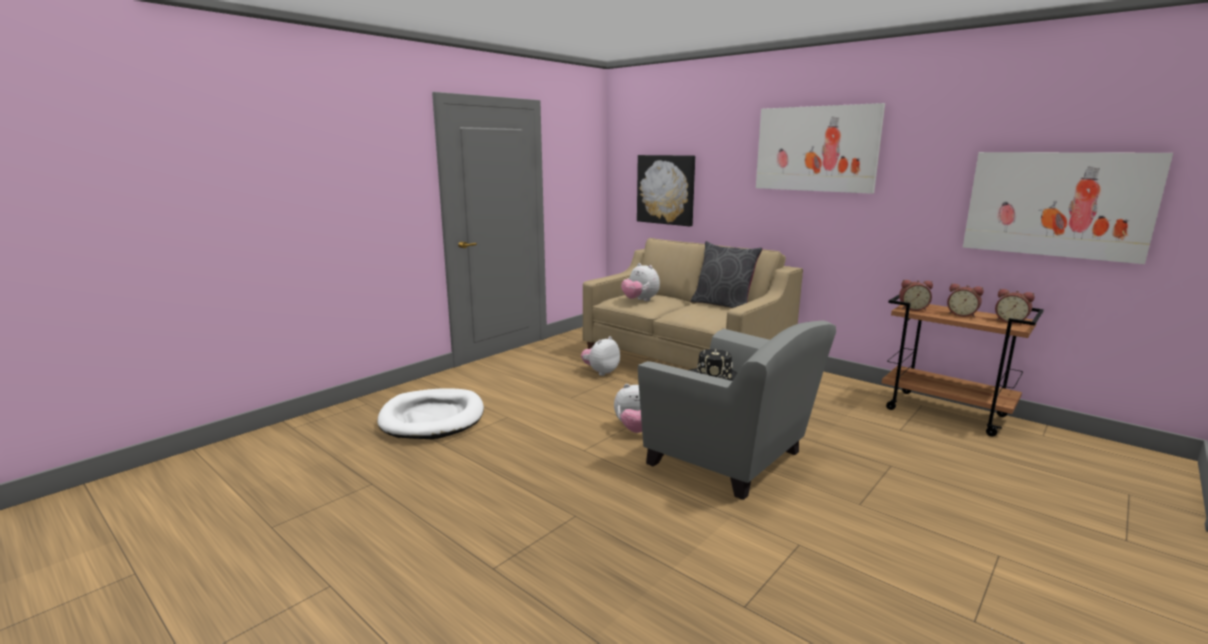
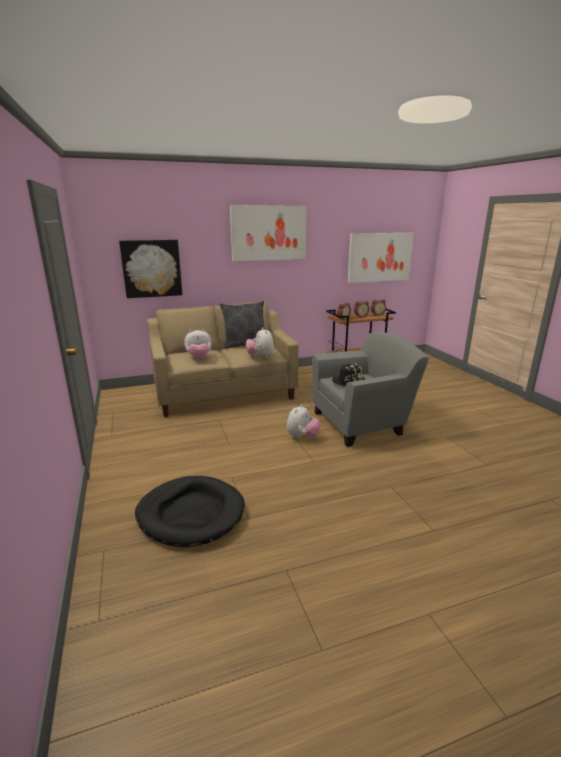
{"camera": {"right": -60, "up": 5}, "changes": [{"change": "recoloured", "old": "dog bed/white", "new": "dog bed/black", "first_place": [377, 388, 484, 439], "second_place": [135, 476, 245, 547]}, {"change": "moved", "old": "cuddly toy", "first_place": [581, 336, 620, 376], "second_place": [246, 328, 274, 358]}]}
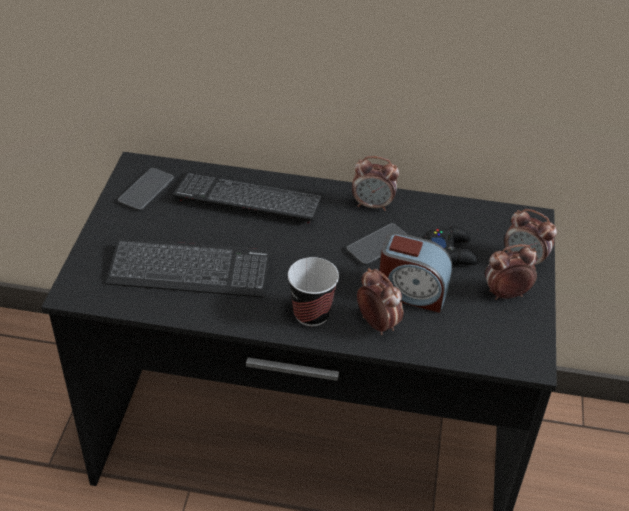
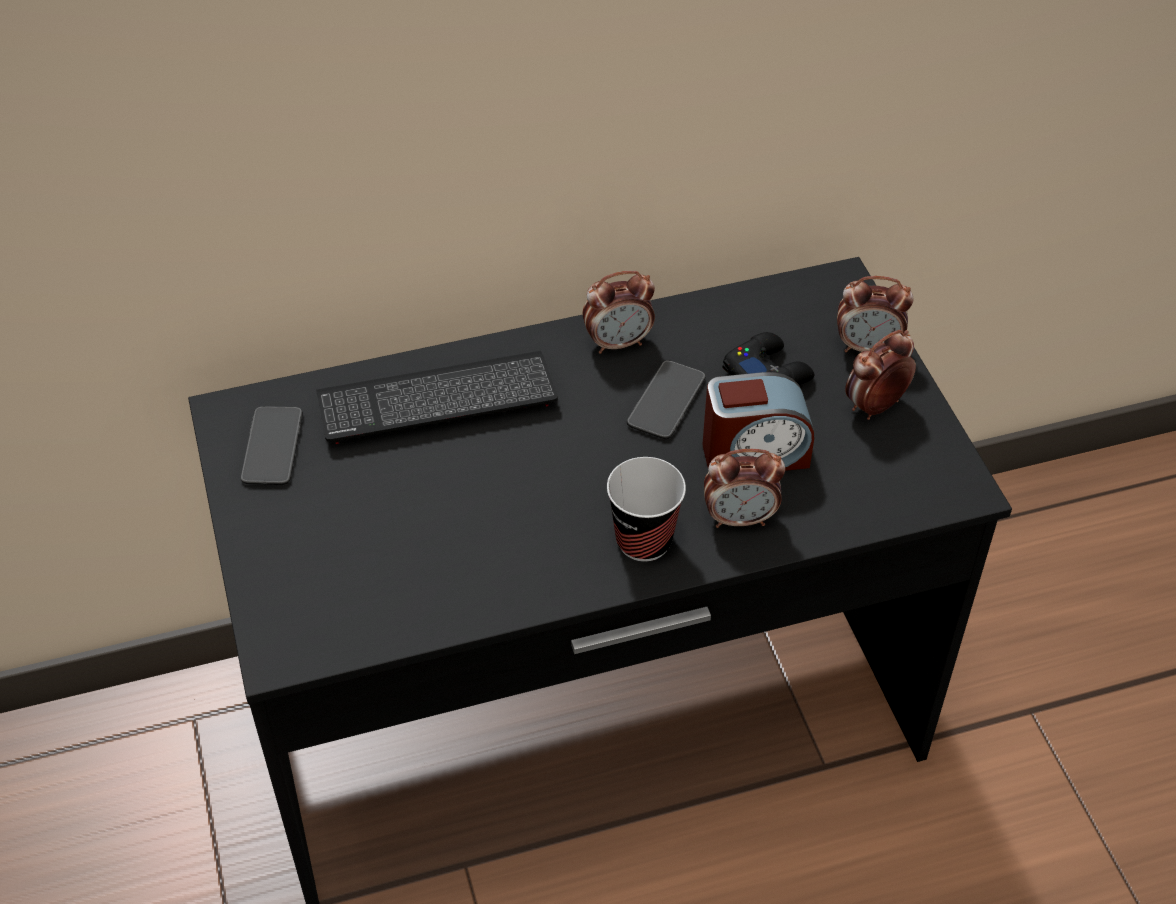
{"camera": {"right": -25, "up": 5}, "changes": [{"change": "turned", "old": "table clock", "first_place": [357, 268, 404, 335], "second_place": [704, 449, 785, 528], "degrees": 150}, {"change": "removed", "old": "keyboard", "first_place": [106, 238, 270, 298]}]}
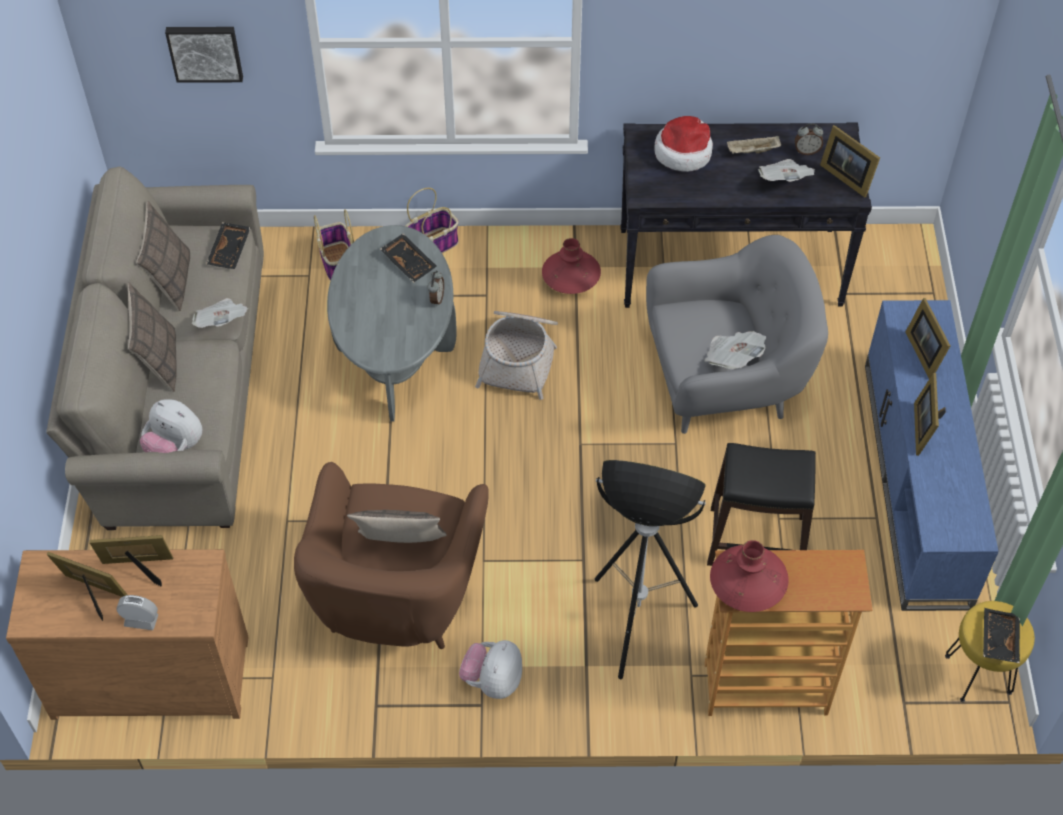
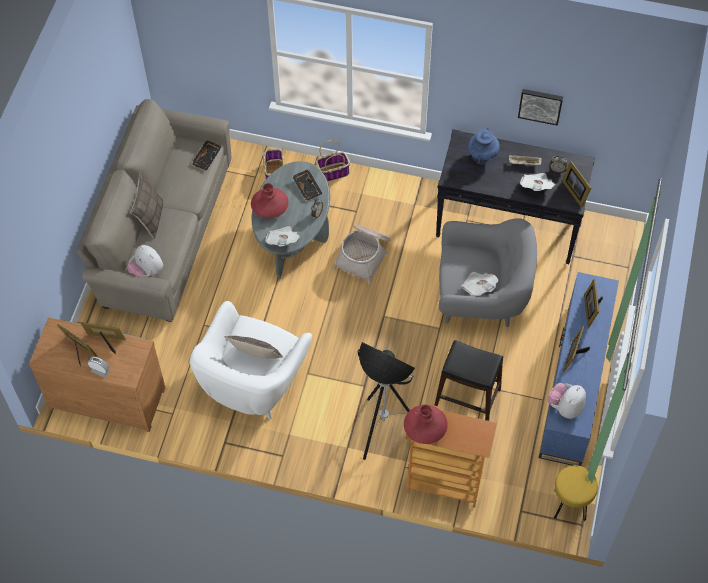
{"camera": {"right": 15, "up": 5}, "changes": [{"change": "recoloured", "old": "easy chair/brown", "new": "easy chair/white", "first_place": [294, 462, 489, 649], "second_place": [190, 301, 312, 419]}, {"change": "moved", "old": "decorative vase/red-coloured", "first_place": [542, 238, 601, 294], "second_place": [251, 183, 289, 218]}, {"change": "moved", "old": "printed paper", "first_place": [192, 298, 248, 328], "second_place": [265, 226, 300, 247]}, {"change": "replaced", "old": "wearable hat", "new": "decorative vase/blue-coloured", "first_place": [654, 116, 713, 172], "second_place": [468, 128, 500, 164]}, {"change": "moved", "old": "wall art", "first_place": [165, 27, 243, 83], "second_place": [518, 89, 563, 126]}, {"change": "moved", "old": "cuddly toy", "first_place": [459, 640, 522, 699], "second_place": [547, 383, 586, 419]}, {"change": "removed", "old": "cushion", "first_place": [136, 201, 190, 311]}, {"change": "removed", "old": "serving tray/black", "first_place": [983, 608, 1020, 663]}]}
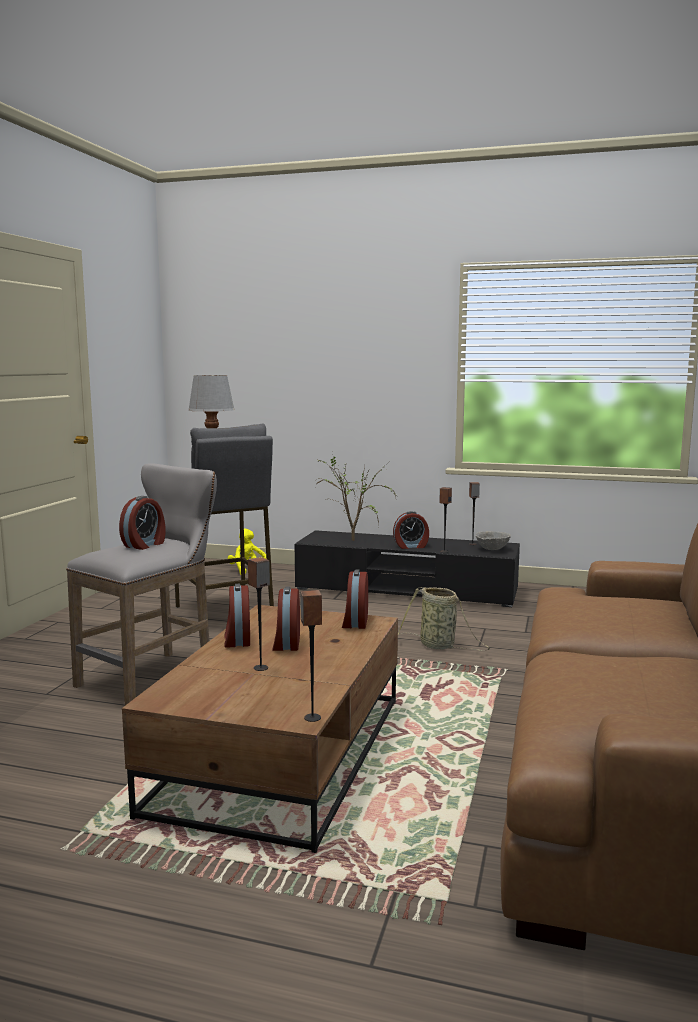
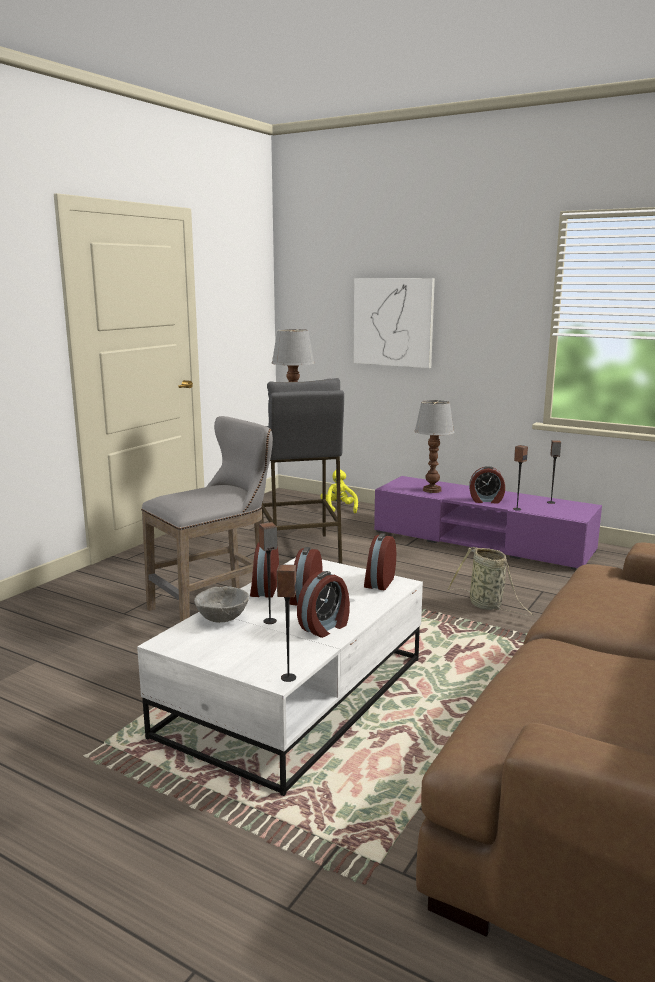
{"camera": {"right": 15, "up": 5}, "changes": [{"change": "recoloured", "old": "low table/brown", "new": "low table/white", "first_place": [122, 605, 398, 853], "second_place": [137, 558, 423, 796]}, {"change": "moved", "old": "bowl/greyish", "first_place": [476, 531, 511, 550], "second_place": [194, 586, 249, 623]}, {"change": "moved", "old": "table clock", "first_place": [119, 496, 166, 550], "second_place": [297, 571, 350, 638]}, {"change": "added", "new": "wall art", "second_place": [353, 278, 435, 368]}, {"change": "recoloured", "old": "tv unit/black", "new": "tv unit/purple", "first_place": [295, 530, 520, 607], "second_place": [374, 476, 602, 570]}, {"change": "replaced", "old": "houseplant", "new": "table lamp", "first_place": [316, 457, 397, 541], "second_place": [415, 400, 454, 493]}]}
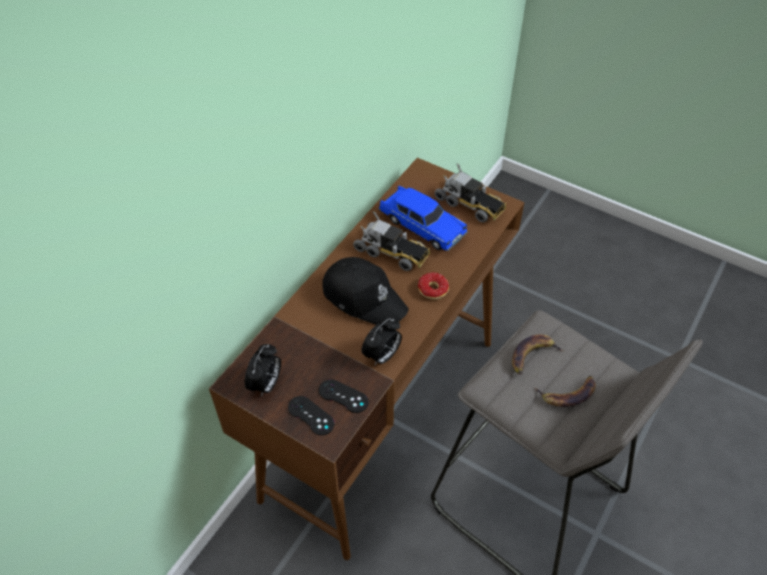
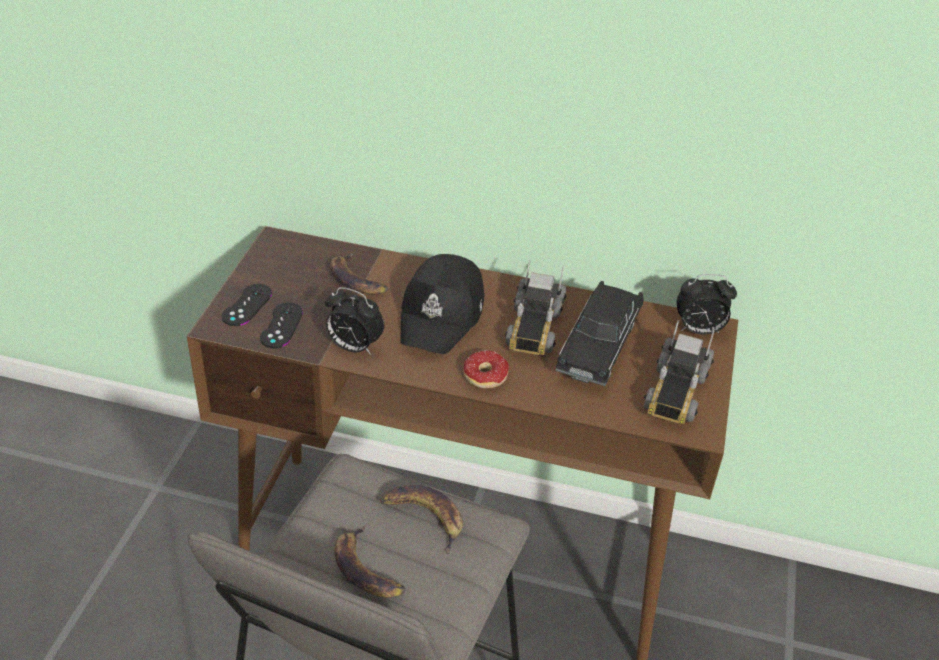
{"camera": {"right": 70, "up": -10}, "changes": [{"change": "added", "new": "banana fruit", "second_place": [330, 253, 388, 295]}, {"change": "recoloured", "old": "model car/blue-coloured", "new": "model car/black", "first_place": [378, 186, 468, 251], "second_place": [555, 281, 644, 386]}, {"change": "moved", "old": "table clock", "first_place": [245, 344, 281, 395], "second_place": [676, 274, 737, 334]}]}
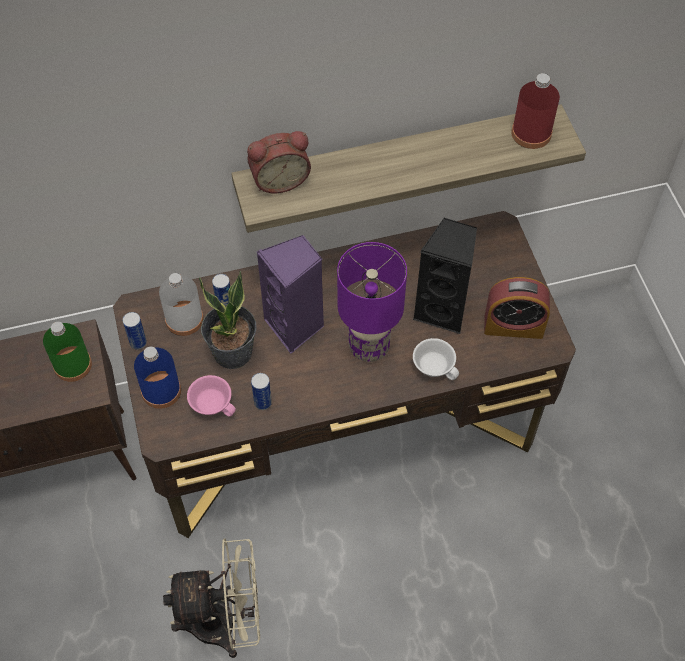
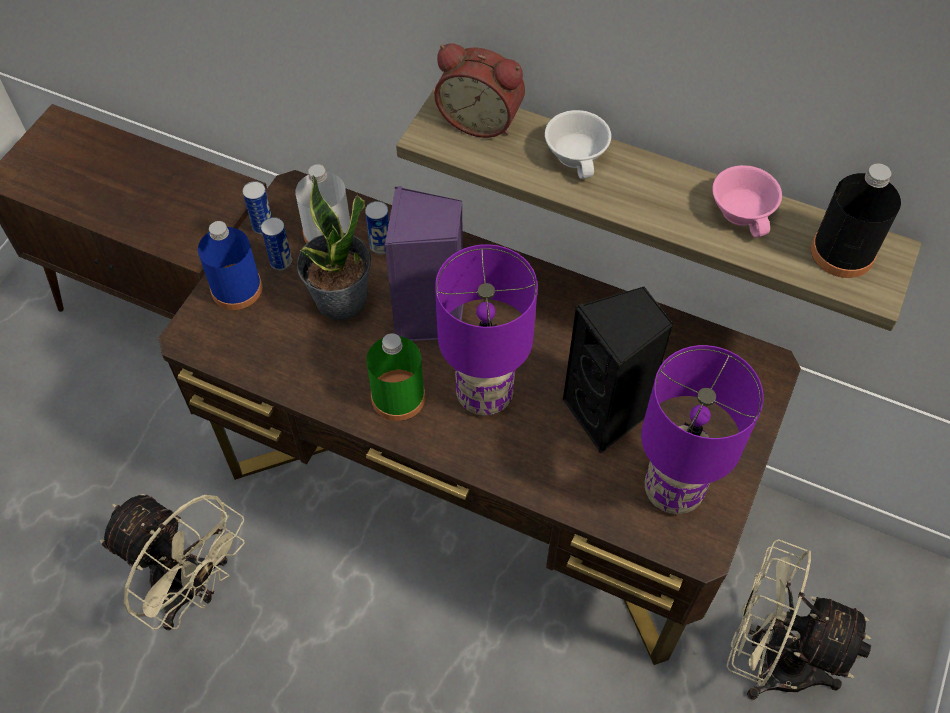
{"camera": {"right": 40, "up": 0}, "changes": [{"change": "moved", "old": "metal can", "first_place": [251, 373, 272, 410], "second_place": [261, 217, 292, 270]}, {"change": "moved", "old": "beverage bottle/greenish", "first_place": [43, 322, 92, 382], "second_place": [366, 333, 425, 421]}, {"change": "moved", "old": "drinking cup/white", "first_place": [413, 338, 459, 380], "second_place": [545, 110, 611, 179]}, {"change": "replaced", "old": "table clock", "new": "table lamp/purple", "first_place": [484, 277, 550, 339], "second_place": [641, 345, 764, 514]}, {"change": "moved", "old": "drinking cup/pink", "first_place": [187, 375, 236, 417], "second_place": [712, 165, 782, 238]}, {"change": "added", "new": "electric fan/beige", "second_place": [727, 539, 871, 700]}, {"change": "recoloured", "old": "beverage bottle/red-coloured", "new": "beverage bottle/black", "first_place": [511, 73, 560, 149], "second_place": [811, 164, 901, 278]}]}
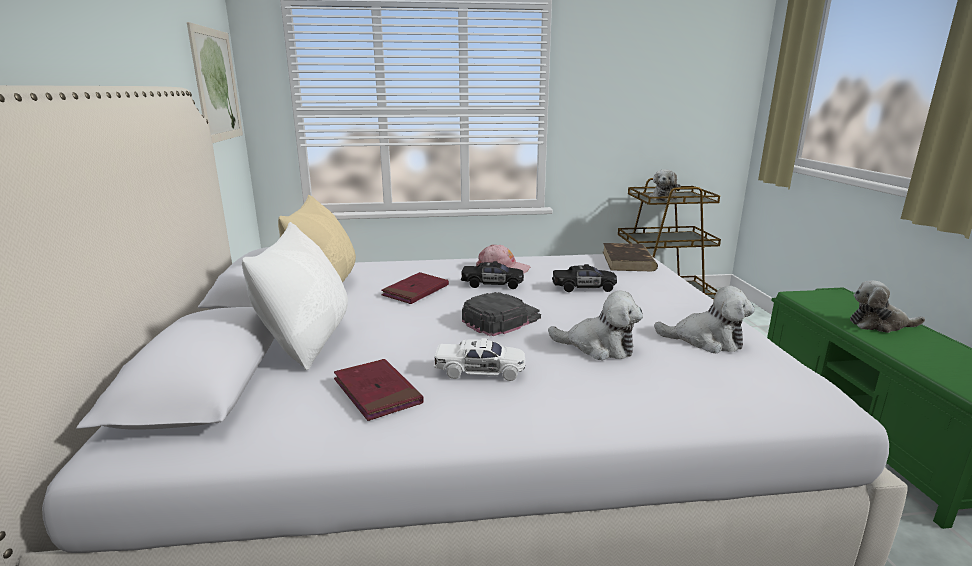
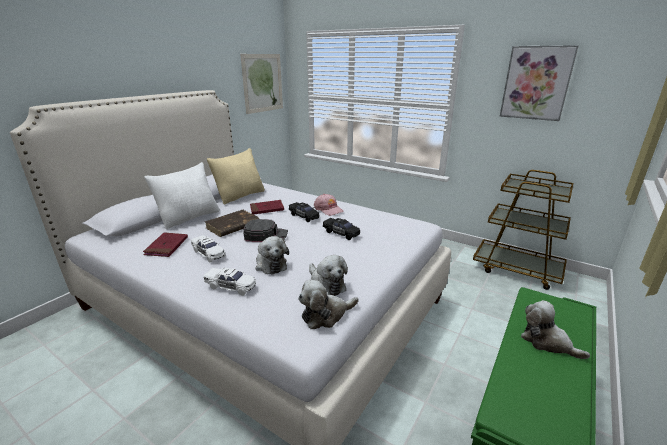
{"camera": {"right": 40, "up": 5}, "changes": [{"change": "added", "new": "model car/white", "second_place": [204, 268, 256, 296]}, {"change": "moved", "old": "bound book/brown", "first_place": [603, 243, 658, 271], "second_place": [205, 210, 259, 237]}, {"change": "moved", "old": "cuddly toy", "first_place": [649, 169, 681, 201], "second_place": [298, 280, 358, 329]}, {"change": "added", "new": "wall art", "second_place": [500, 45, 579, 121]}]}
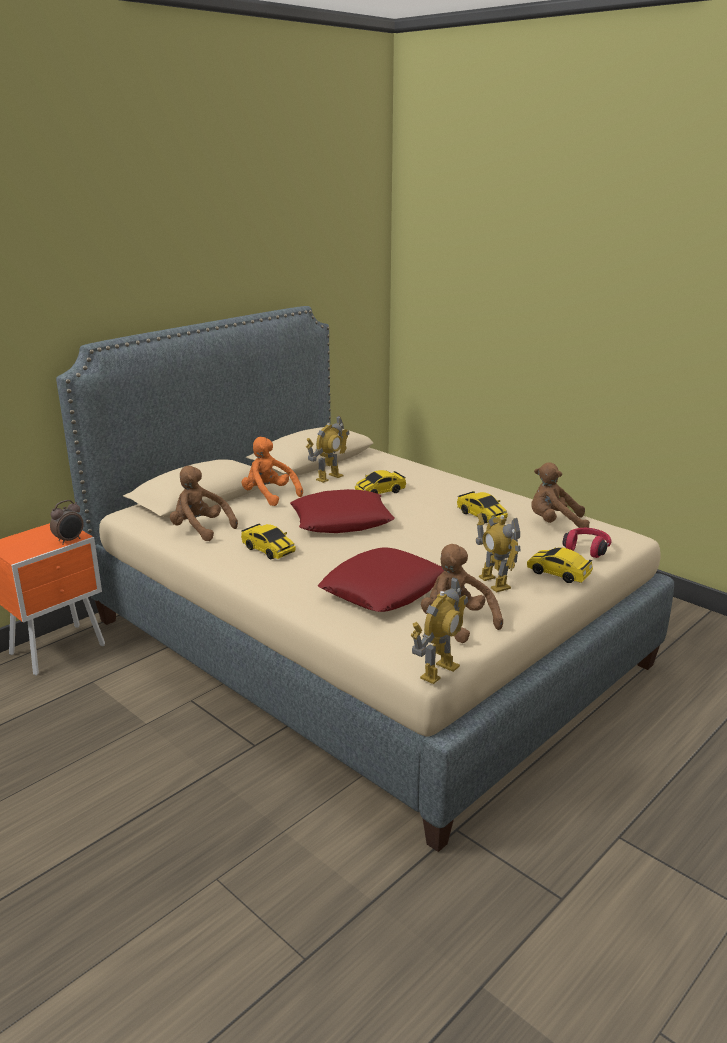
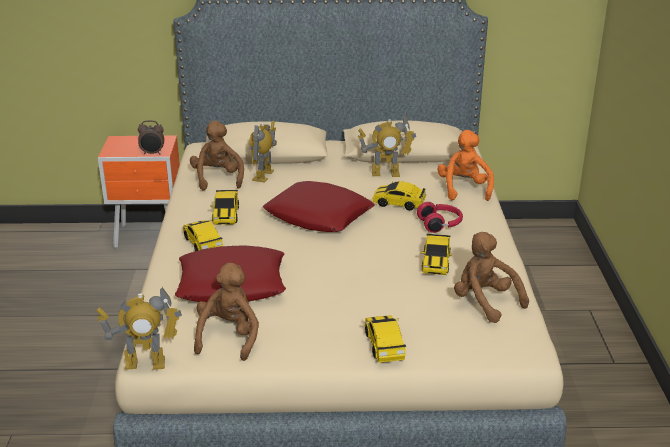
{"camera": {"right": 45, "up": 5}, "changes": [{"change": "added", "new": "model car", "second_place": [183, 220, 223, 251]}, {"change": "moved", "old": "model robot", "first_place": [476, 513, 521, 592], "second_place": [249, 121, 277, 183]}, {"change": "moved", "old": "pair of headphones/red-coloured", "first_place": [563, 528, 612, 558], "second_place": [417, 202, 463, 233]}, {"change": "moved", "old": "cuddly toy/orangey", "first_place": [242, 437, 303, 506], "second_place": [437, 130, 494, 201]}]}
